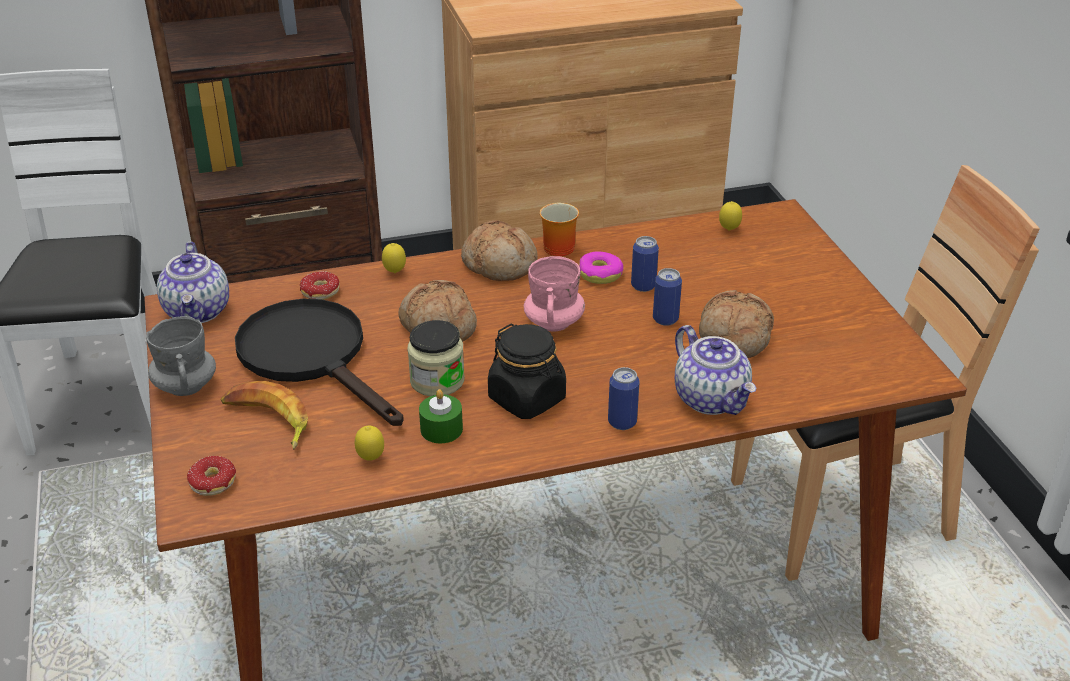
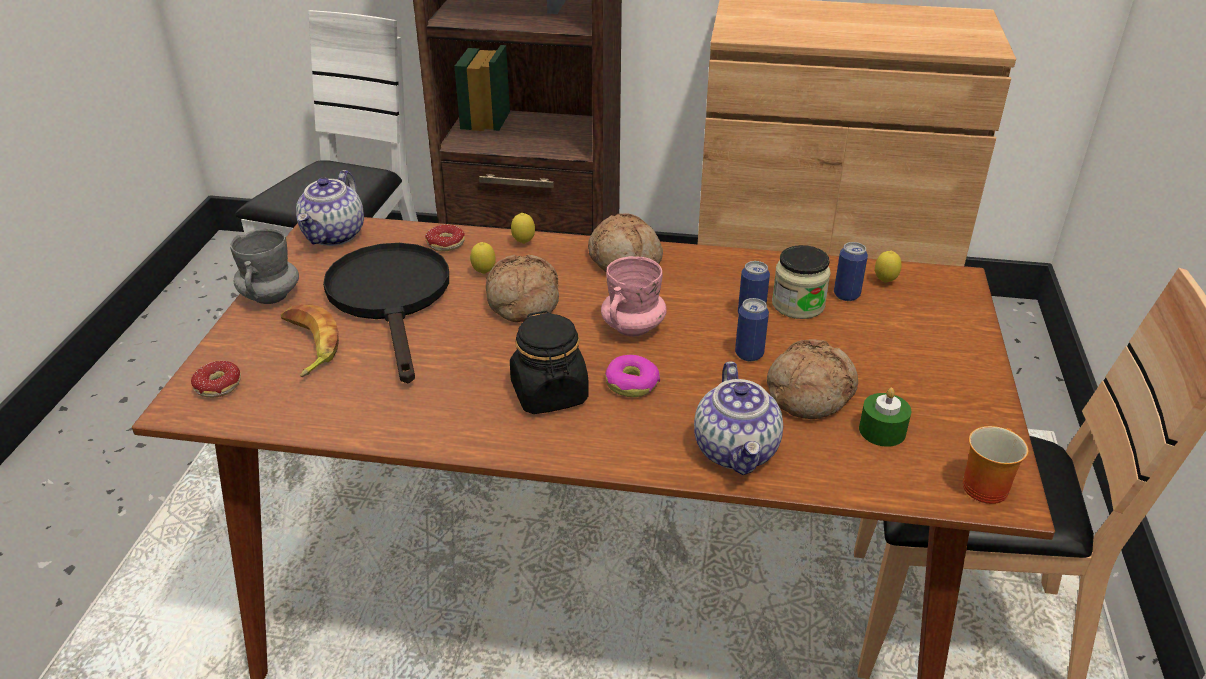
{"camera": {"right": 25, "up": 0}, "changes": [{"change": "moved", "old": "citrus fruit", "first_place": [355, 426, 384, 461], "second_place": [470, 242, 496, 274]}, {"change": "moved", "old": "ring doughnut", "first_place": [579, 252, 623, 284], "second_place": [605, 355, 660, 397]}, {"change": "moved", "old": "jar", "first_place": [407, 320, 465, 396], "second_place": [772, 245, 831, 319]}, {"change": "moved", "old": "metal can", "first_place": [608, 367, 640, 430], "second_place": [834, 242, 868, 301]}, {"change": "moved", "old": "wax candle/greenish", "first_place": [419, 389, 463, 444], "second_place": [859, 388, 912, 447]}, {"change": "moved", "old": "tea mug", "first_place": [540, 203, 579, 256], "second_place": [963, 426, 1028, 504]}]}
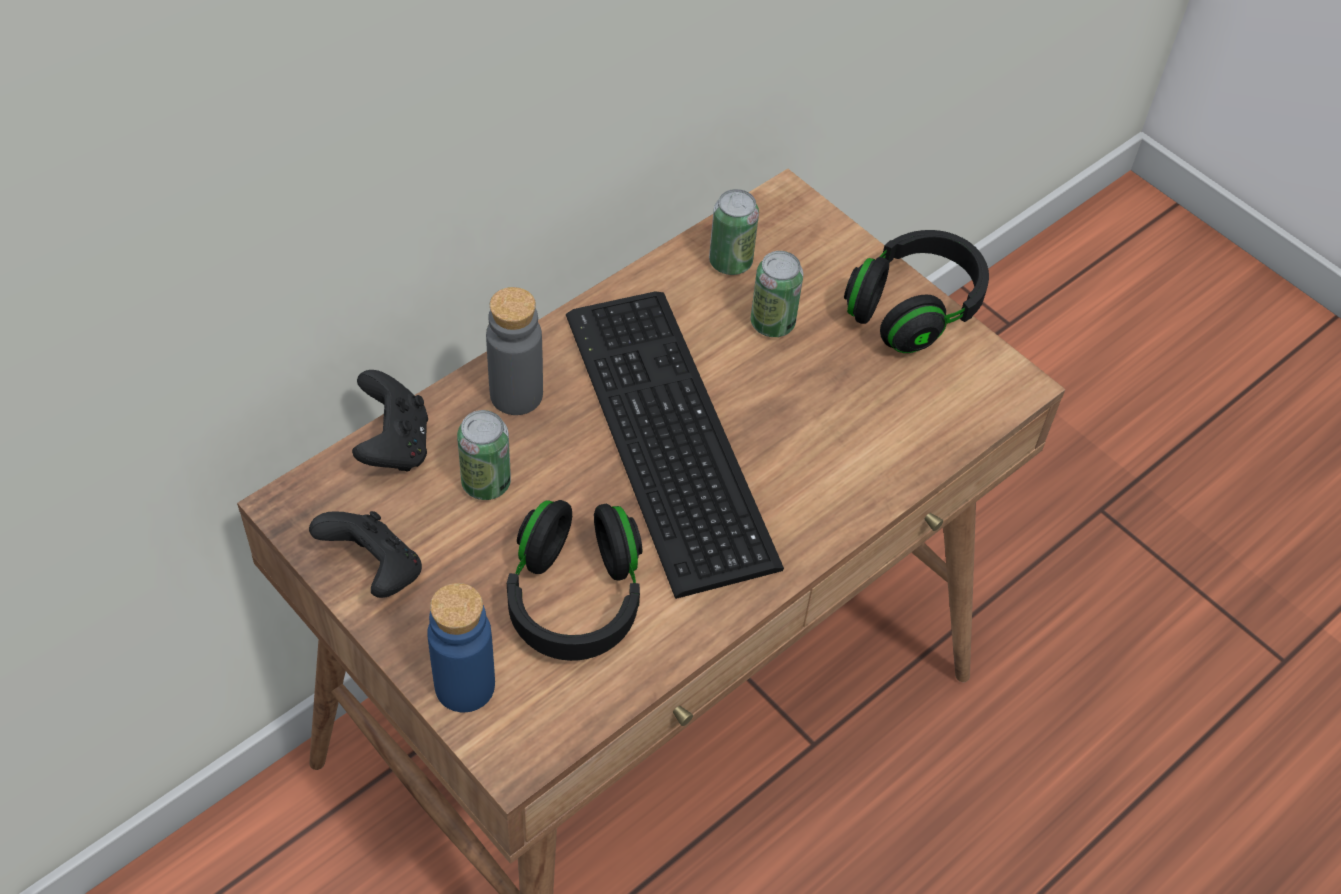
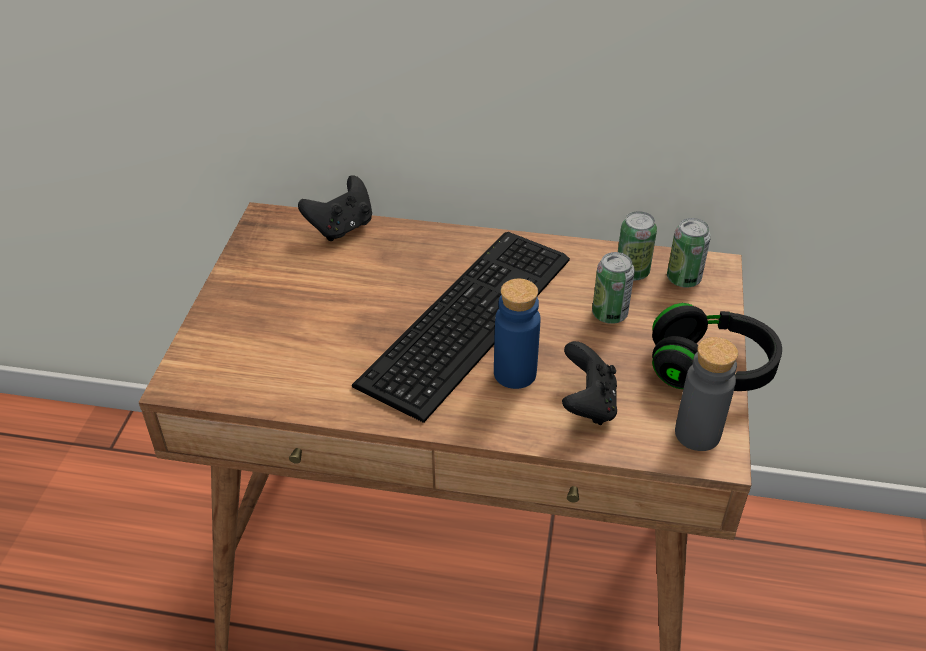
{"camera": {"right": 55, "up": -10}, "changes": [{"change": "moved", "old": "beverage bottle/blue-coloured", "first_place": [427, 583, 495, 713], "second_place": [494, 279, 540, 389]}, {"change": "moved", "old": "game controller/black", "first_place": [309, 511, 422, 598], "second_place": [562, 341, 617, 425]}, {"change": "moved", "old": "metal can", "first_place": [457, 410, 511, 500], "second_place": [667, 218, 711, 288]}, {"change": "moved", "old": "beverage bottle/greyish", "first_place": [486, 287, 543, 415], "second_place": [675, 337, 738, 451]}, {"change": "removed", "old": "pair of headphones/black", "first_place": [507, 500, 642, 661]}]}
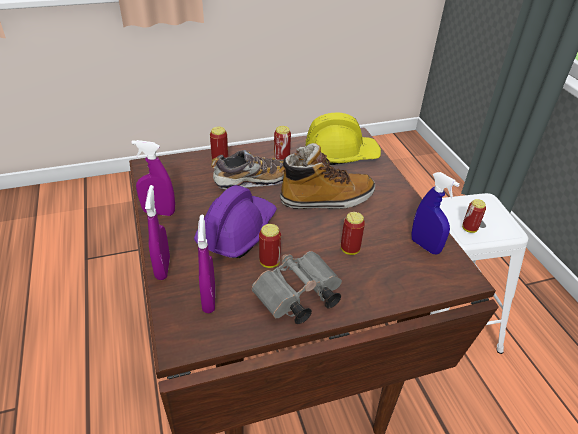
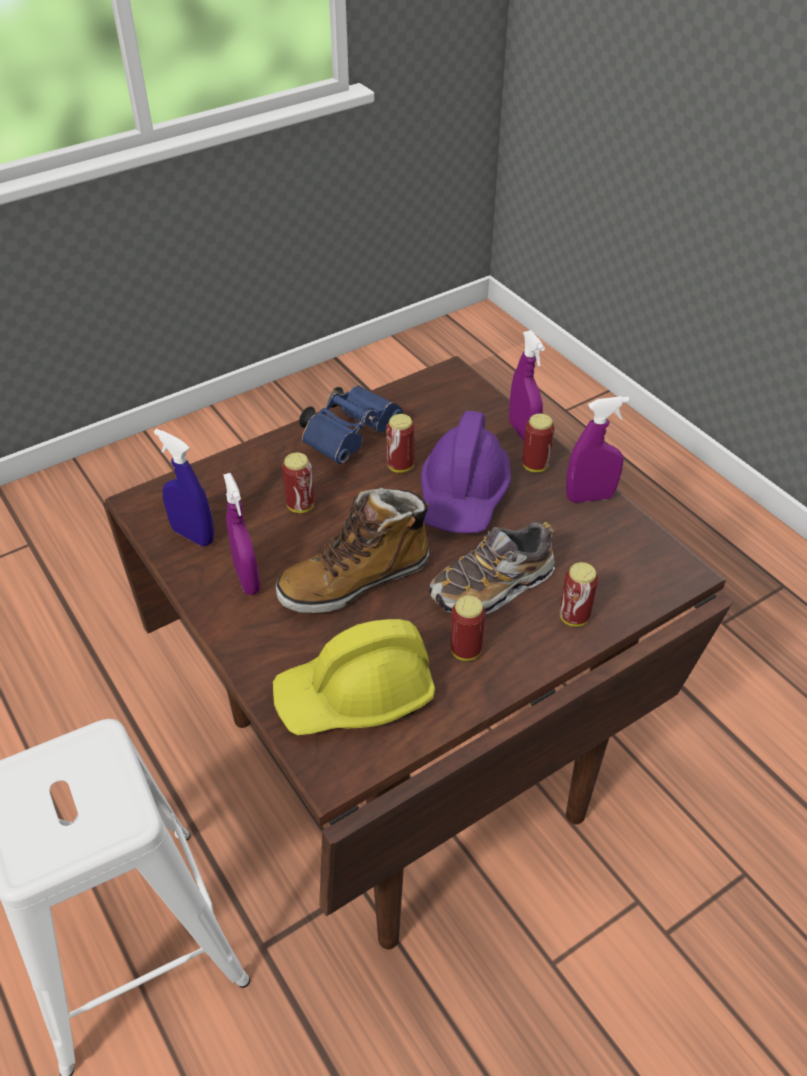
{"camera": {"right": 165, "up": 5}, "changes": [{"change": "moved", "old": "sprayer/purple", "first_place": [198, 215, 215, 313], "second_place": [223, 473, 261, 595]}, {"change": "recoloured", "old": "field glasses/greyish", "new": "field glasses/blue-coloured", "first_place": [252, 251, 342, 324], "second_place": [299, 385, 403, 464]}, {"change": "moved", "old": "metal can", "first_place": [462, 199, 486, 233], "second_place": [522, 414, 555, 472]}]}
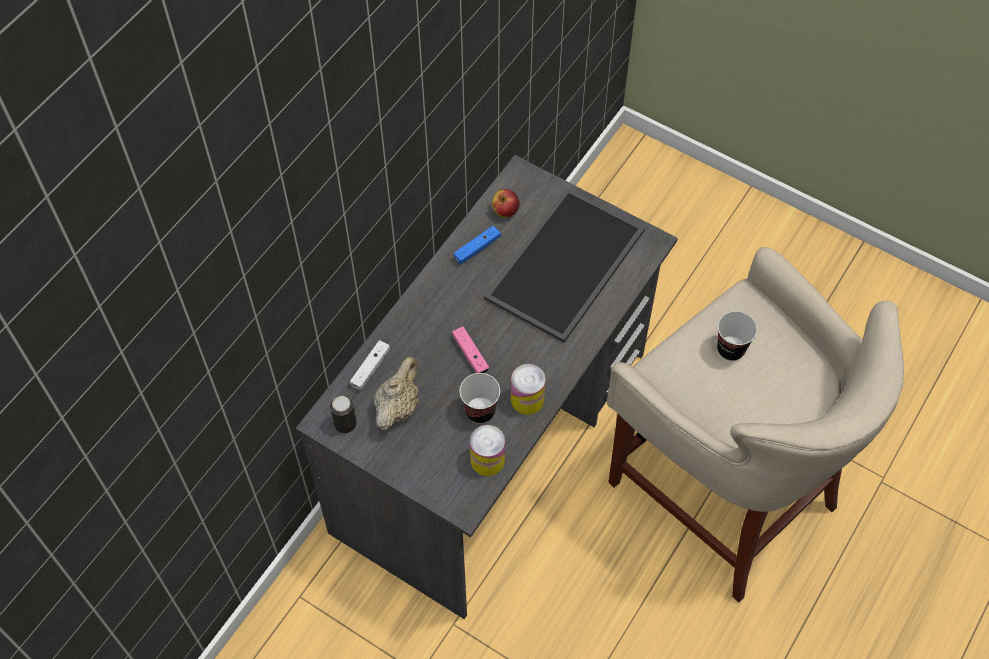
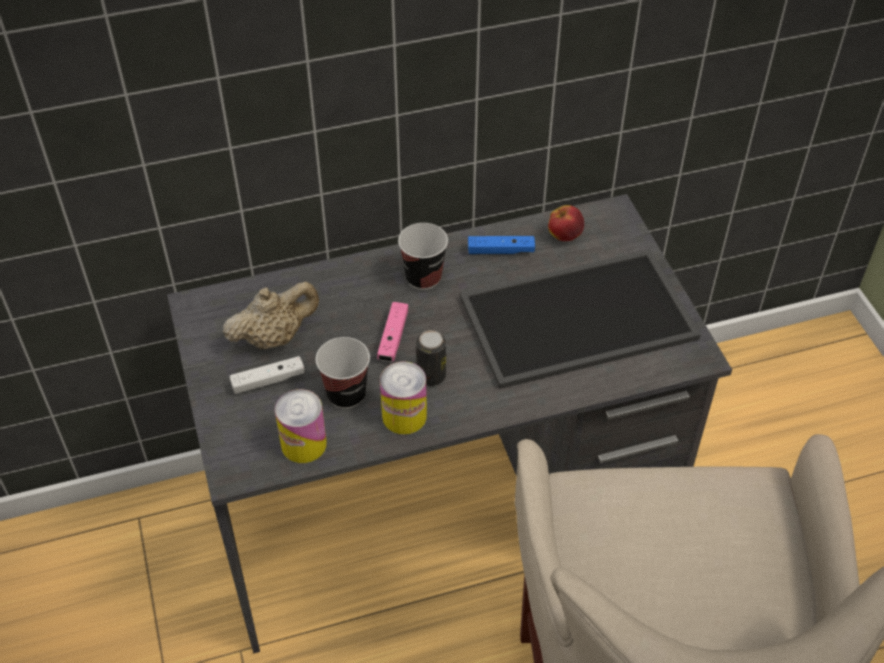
{"camera": {"right": 40, "up": -10}, "changes": [{"change": "moved", "old": "game controller/white", "first_place": [350, 340, 390, 390], "second_place": [229, 356, 305, 394]}, {"change": "moved", "old": "drinking cup", "first_place": [717, 311, 757, 361], "second_place": [398, 223, 448, 290]}, {"change": "moved", "old": "metal can", "first_place": [330, 395, 357, 433], "second_place": [416, 330, 446, 386]}]}
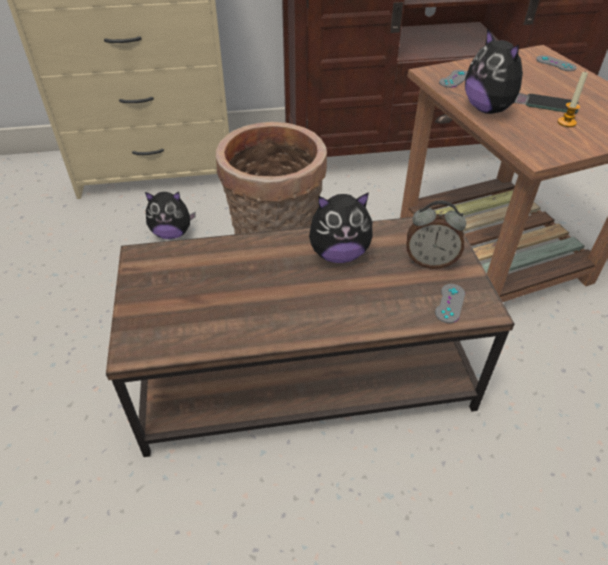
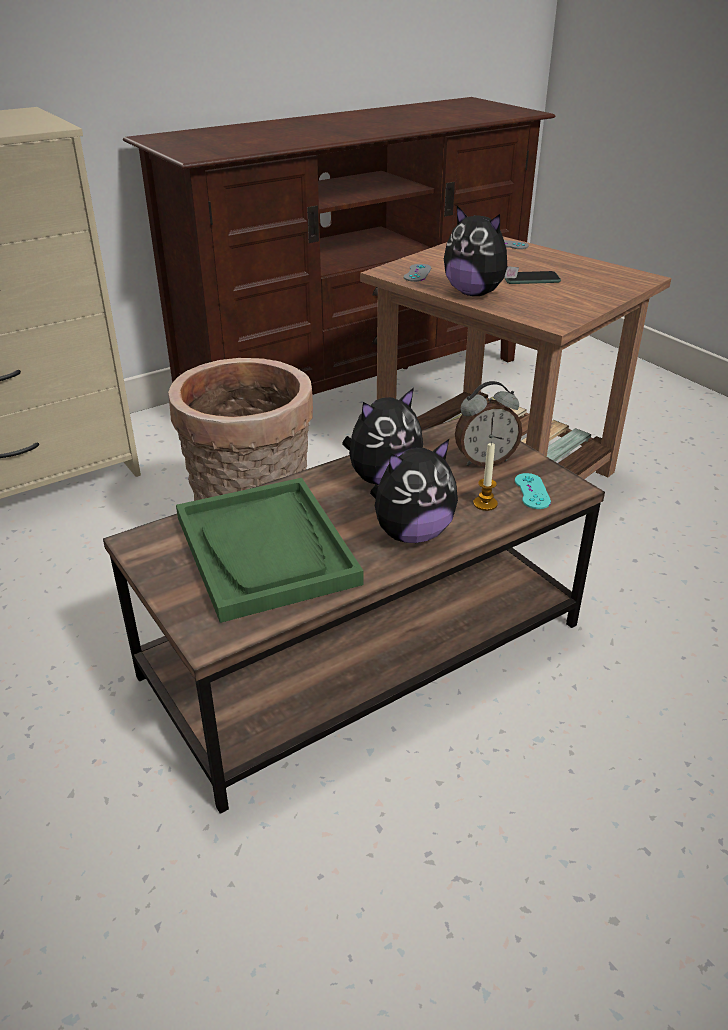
{"camera": {"right": -25, "up": -10}, "changes": [{"change": "added", "new": "serving tray/greenish", "second_place": [176, 478, 363, 623]}, {"change": "moved", "old": "cuddly toy", "first_place": [145, 192, 196, 239], "second_place": [370, 439, 458, 543]}, {"change": "moved", "old": "wax candle", "first_place": [557, 71, 588, 127], "second_place": [473, 442, 498, 511]}, {"change": "recoloured", "old": "game controller/greyish", "new": "game controller/turquoise-coloured", "first_place": [435, 284, 465, 323], "second_place": [515, 473, 551, 509]}]}
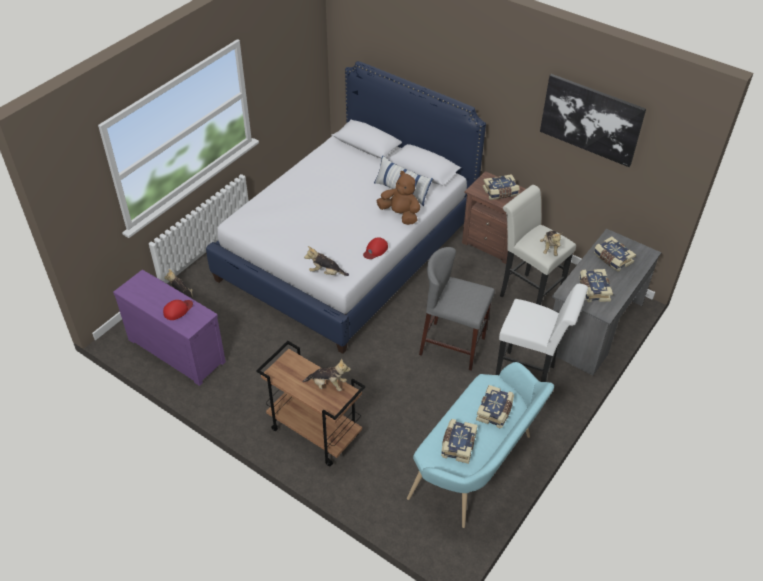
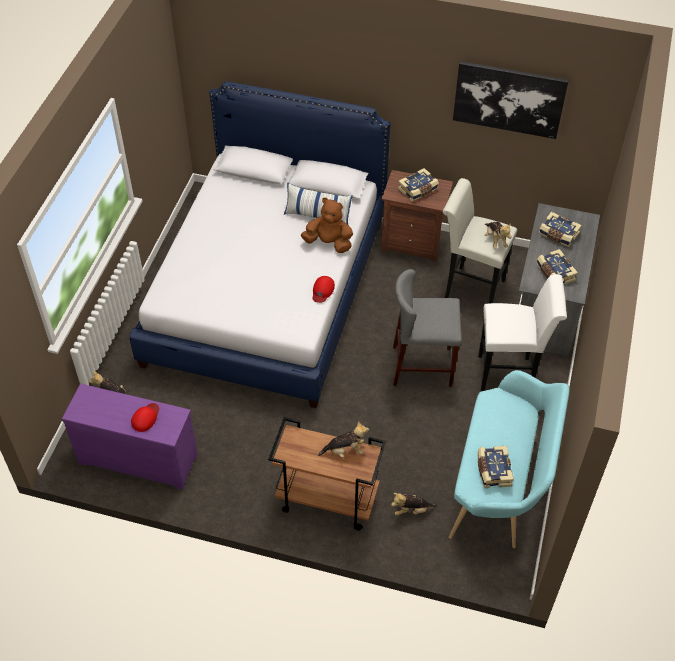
{"camera": {"right": -20, "up": 5}, "changes": [{"change": "moved", "old": "cuddly toy", "first_place": [304, 246, 349, 276], "second_place": [391, 493, 437, 515]}, {"change": "removed", "old": "bound book", "first_place": [476, 385, 514, 428]}]}
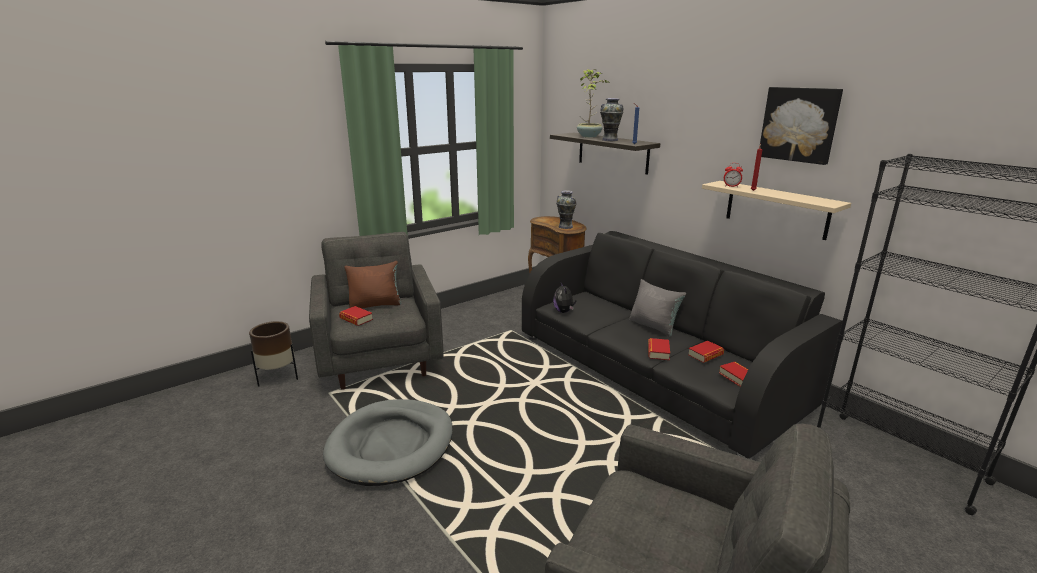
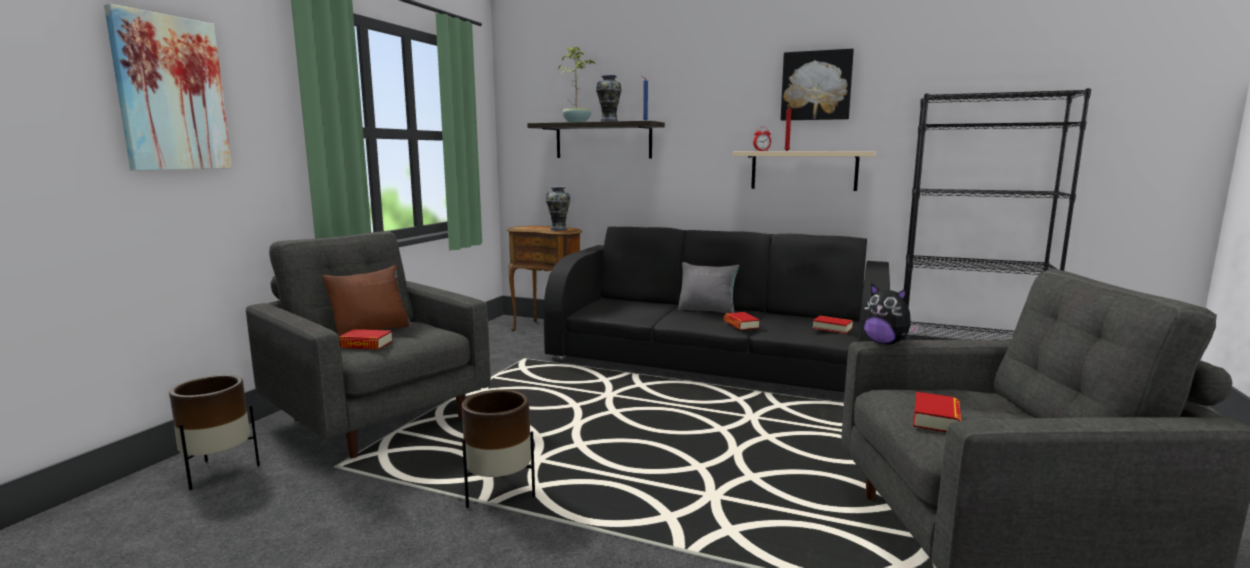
{"camera": {"right": -30, "up": -10}, "changes": [{"change": "added", "new": "wall art", "second_place": [104, 4, 232, 171]}, {"change": "replaced", "old": "dog bed/greyish", "new": "plant pot/brown", "first_place": [323, 399, 452, 486], "second_place": [462, 389, 535, 508]}, {"change": "moved", "old": "cuddly toy", "first_place": [553, 281, 576, 313], "second_place": [861, 283, 919, 344]}, {"change": "moved", "old": "bound book", "first_place": [688, 341, 724, 363], "second_place": [913, 392, 961, 432]}]}
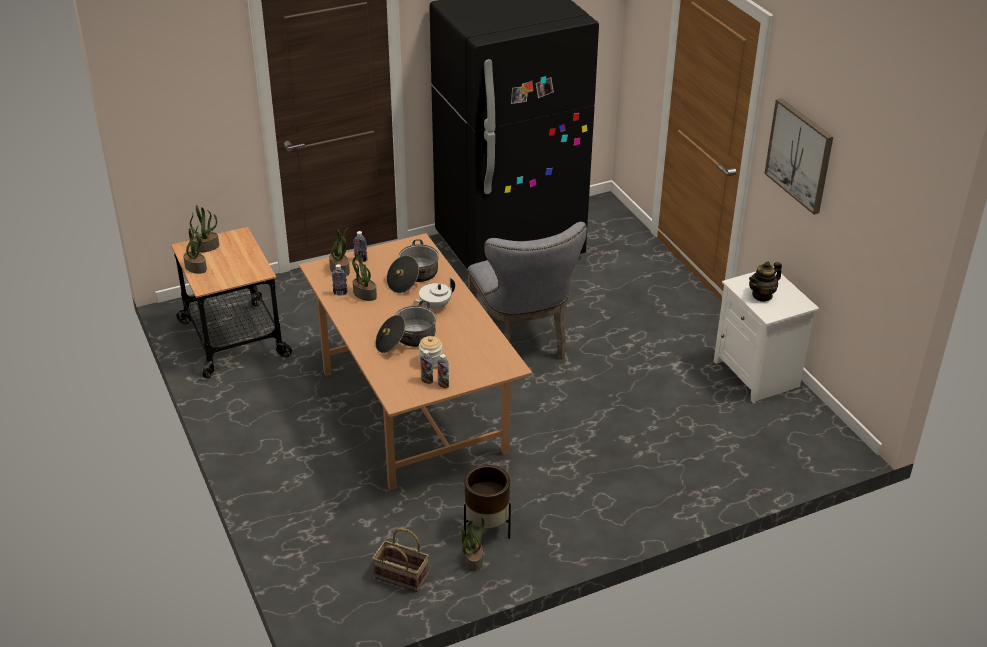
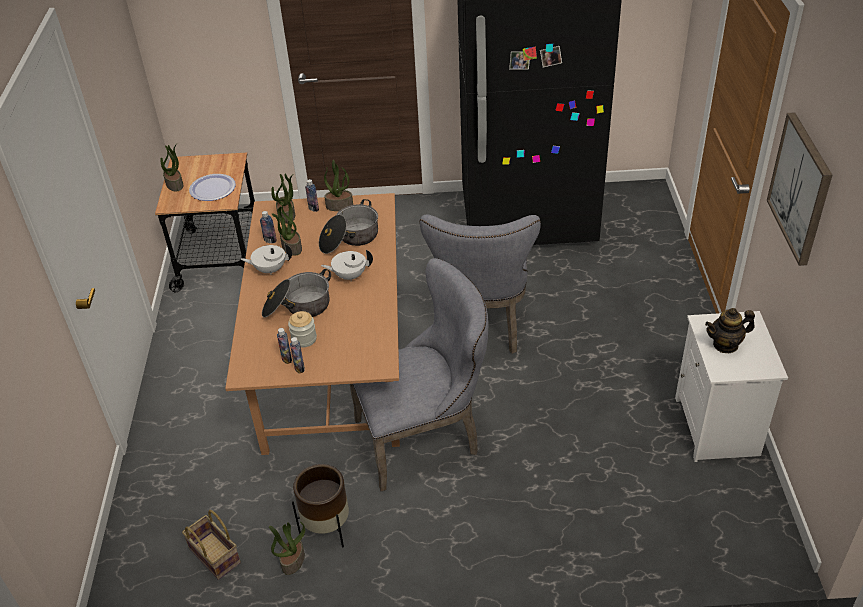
{"camera": {"right": 25, "up": 5}, "changes": [{"change": "added", "new": "plate", "second_place": [189, 174, 236, 201]}, {"change": "added", "new": "pot for tea/white", "second_place": [241, 244, 292, 274]}, {"change": "moved", "old": "houseplant", "first_place": [190, 205, 219, 253], "second_place": [324, 160, 353, 211]}, {"change": "added", "new": "upright chair/greyish", "second_place": [350, 258, 488, 491]}]}
